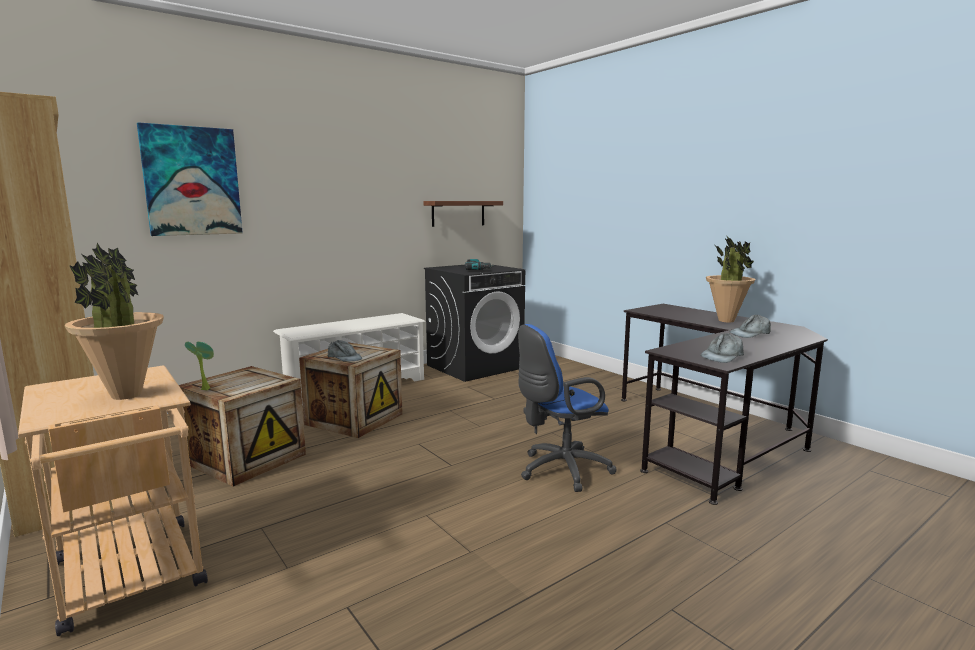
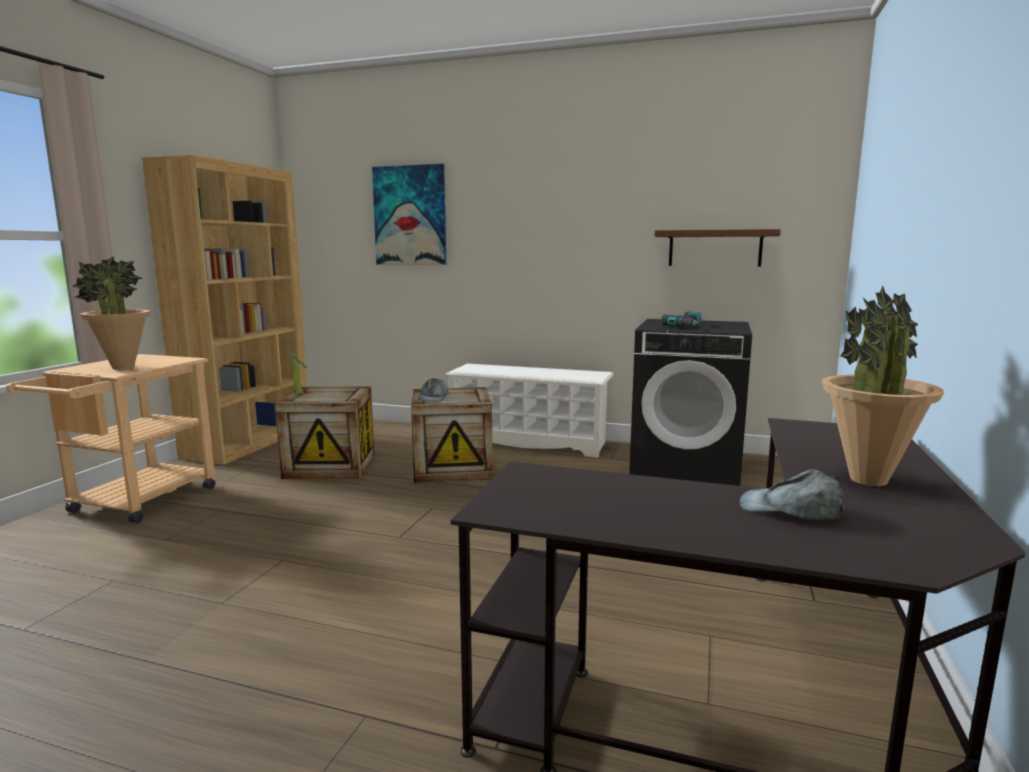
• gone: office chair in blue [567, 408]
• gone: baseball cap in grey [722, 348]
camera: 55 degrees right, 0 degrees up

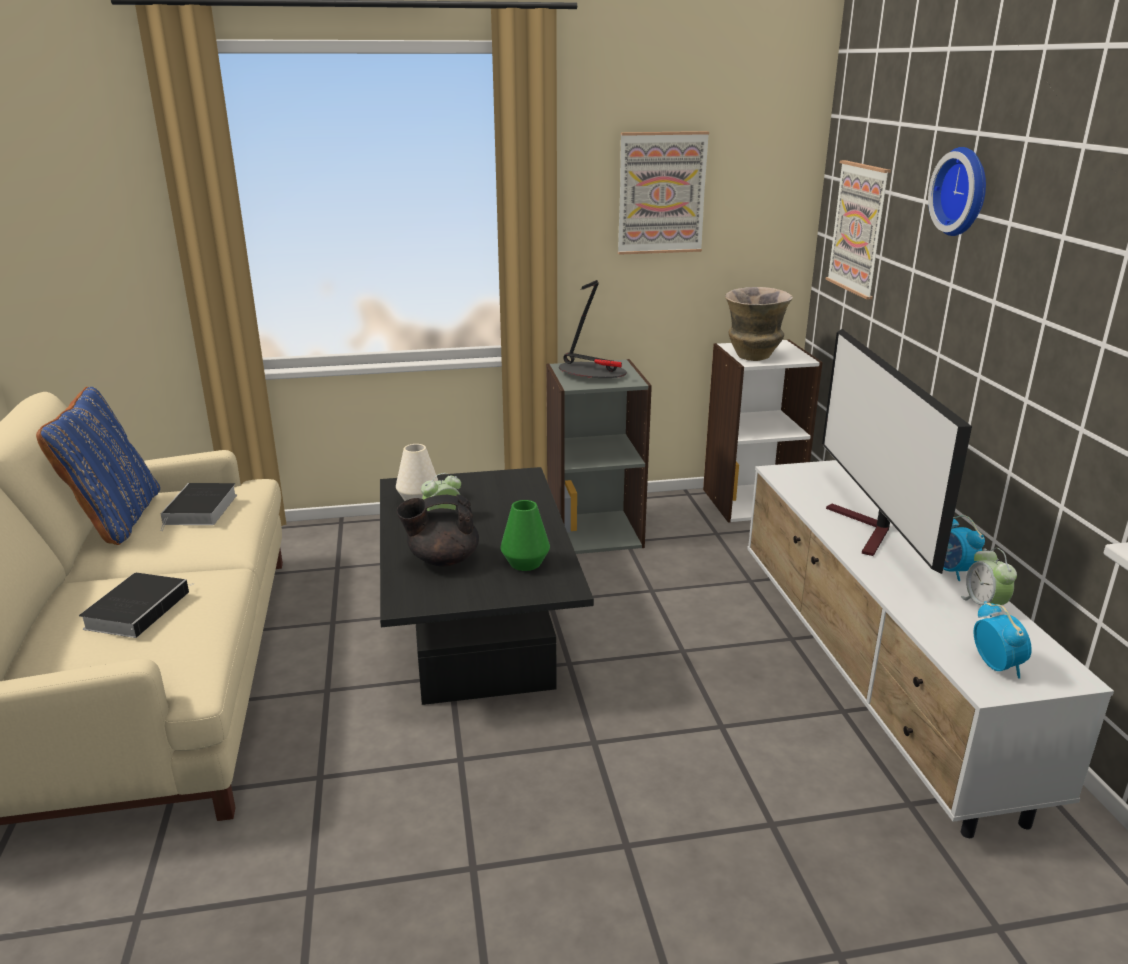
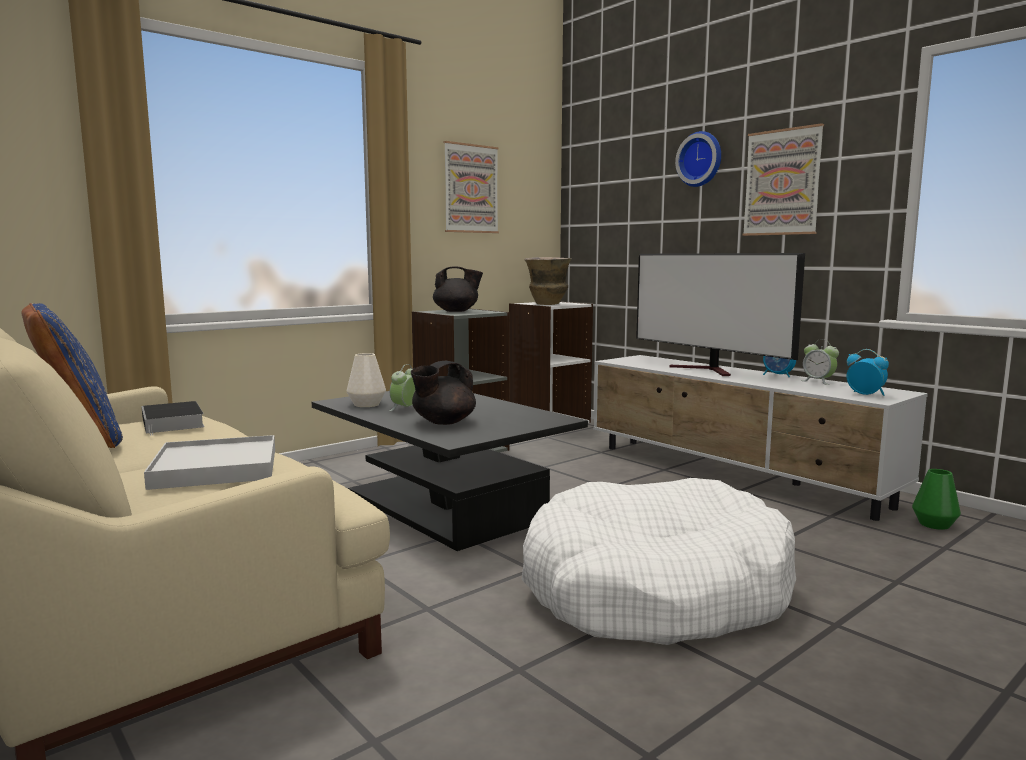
• swapped: volume [136, 605] to tray in whitish [209, 462]
• swapped: tabletop lamp [593, 329] to tea pot in blackish [458, 289]
• new: dog bed in whitish [659, 561]
• shifted: wall art [858, 230] to [783, 179]
• shifted: flower vase in greenish [525, 535] to [936, 499]
camera: 30 degrees left, 15 degrees down

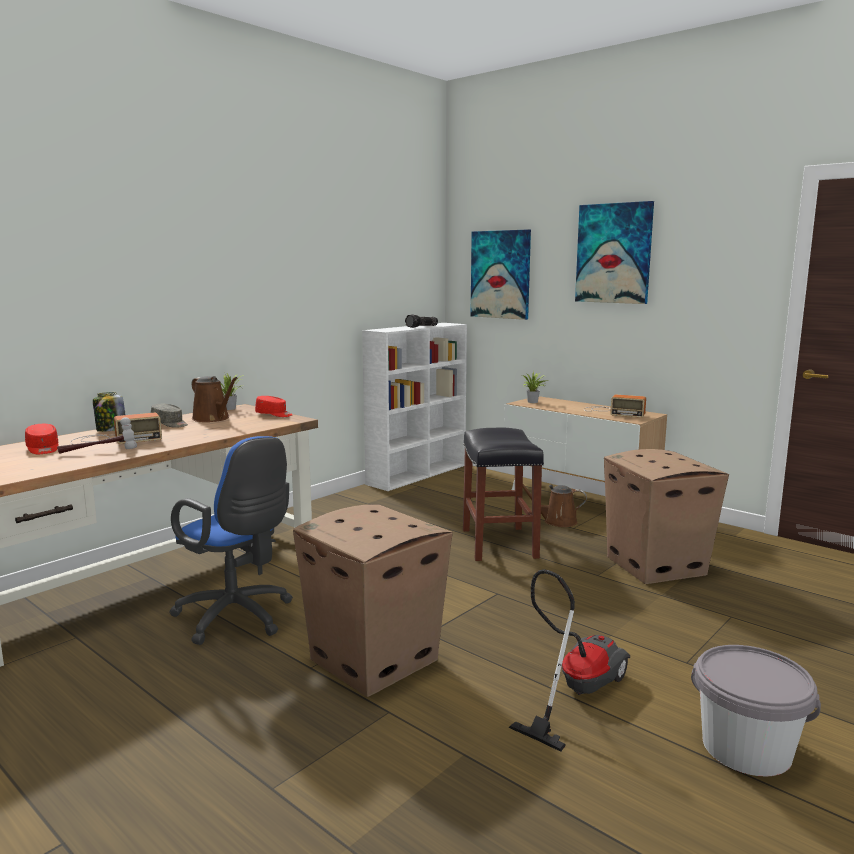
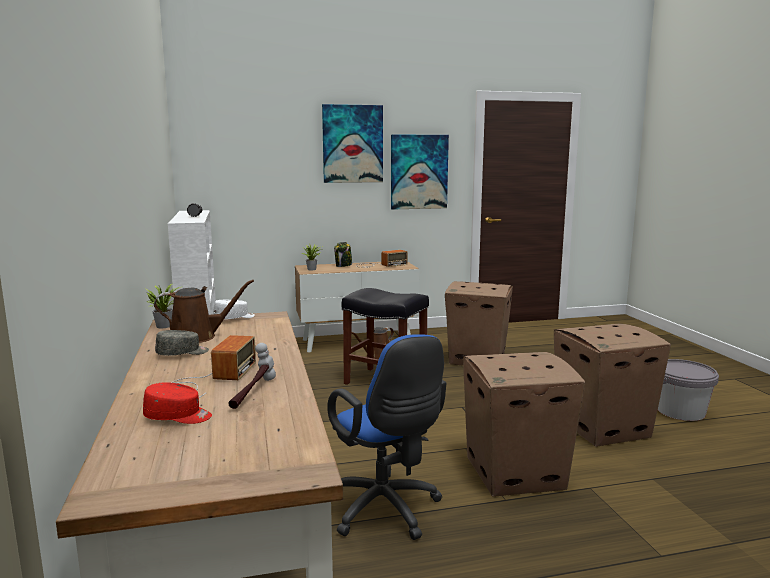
• repainted: baseball cap in red-coloured [274, 406] to baseball cap in whitish [234, 309]
• rotated: office chair in blue [231, 540] = [386, 437] 75 degrees clockwise
• shifted: storage jar [109, 412] to [343, 254]
• shifted: wall art [500, 274] to [420, 172]
• swapped: vacuum [569, 661] to packing box [612, 385]
camera: 55 degrees left, 0 degrees up

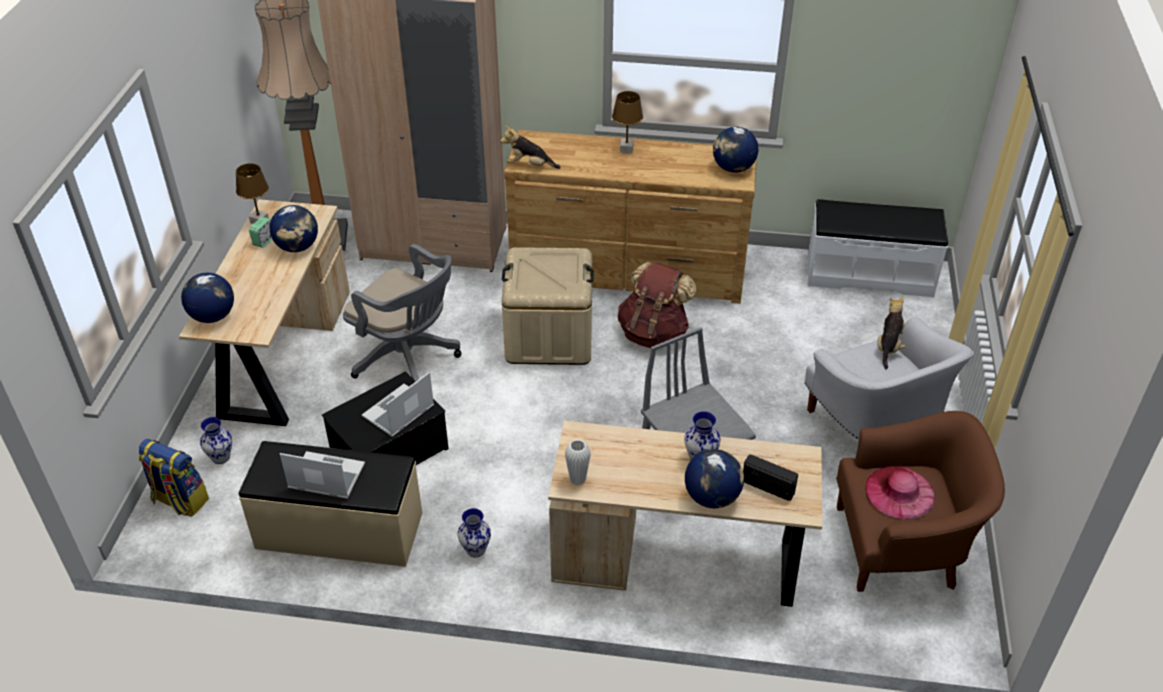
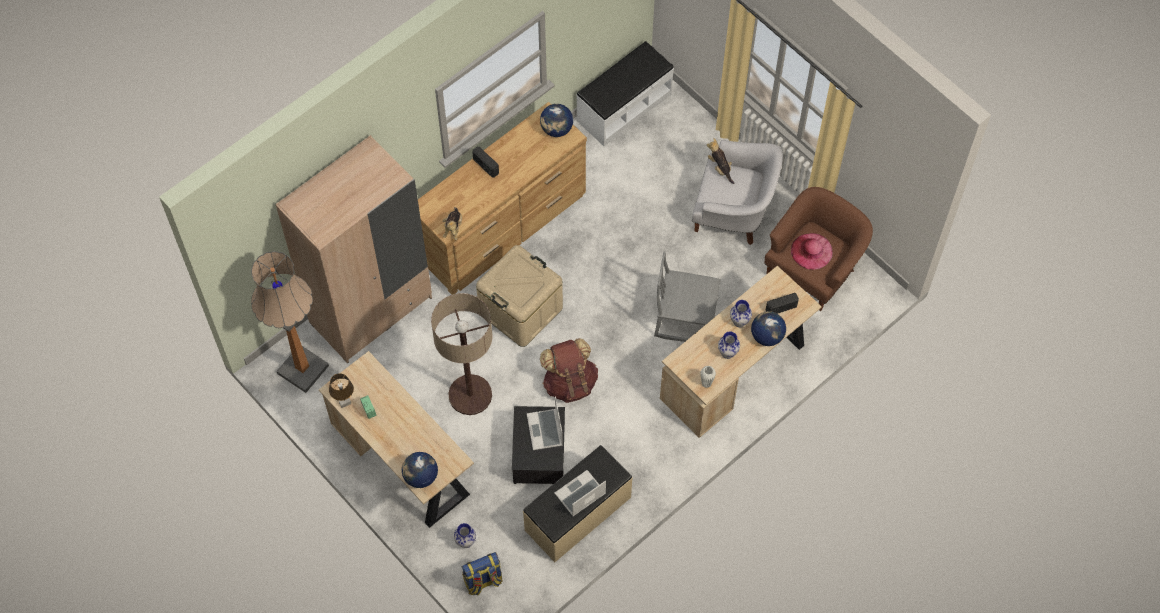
• swapped: office chair in grey [402, 312] to standard lamp [461, 354]
• rotated: plush toy [530, 147] = [452, 223] 45 degrees counterclockwise
• swapped: tabletop lamp in brownish [627, 122] to radio [485, 162]
• shifted: rucksack in brownish [657, 305] to [569, 370]
• shifted: flower vase [474, 532] to [729, 345]
• gone: world globe [294, 228]
camera: 50 degrees left, 20 degrees up

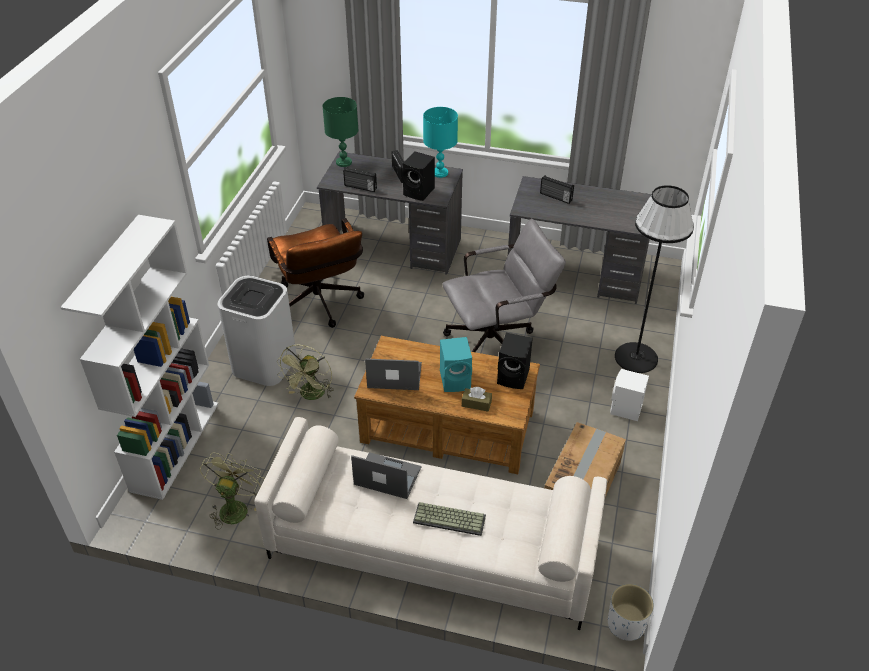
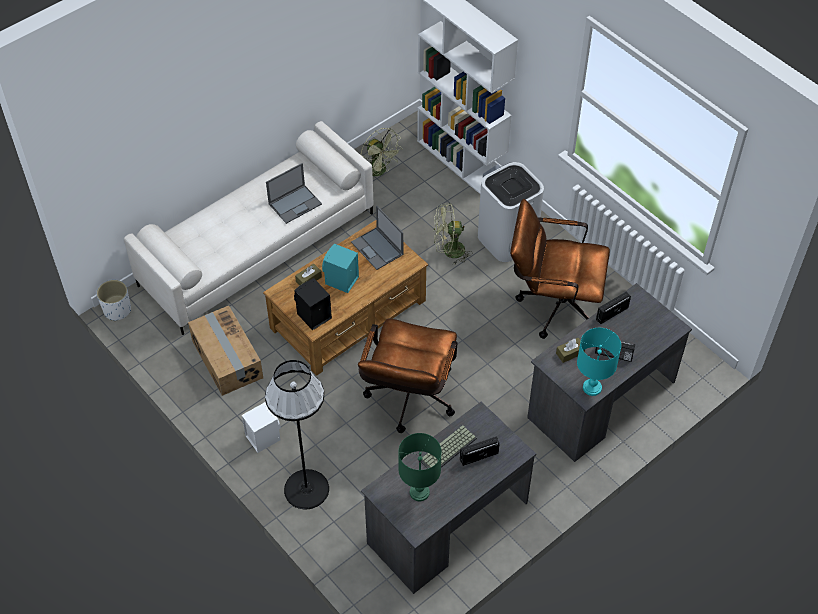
• rotated: portable computer [393, 374] = [377, 238] 105 degrees clockwise
• repainted: office chair in grey [504, 285] to office chair in brownish [407, 376]
• shifted: tabletop lamp in greenish [340, 132] to [419, 467]
• shifted: PC keyboard [449, 519] to [449, 446]
• rotated: electric fan in greenish [305, 372] = [452, 234] 60 degrees counterclockwise
• swapped: loudspeaker in blackish [418, 176] to box of tissues in brownish [570, 350]
camera: 125 degrees right, 10 degrees up

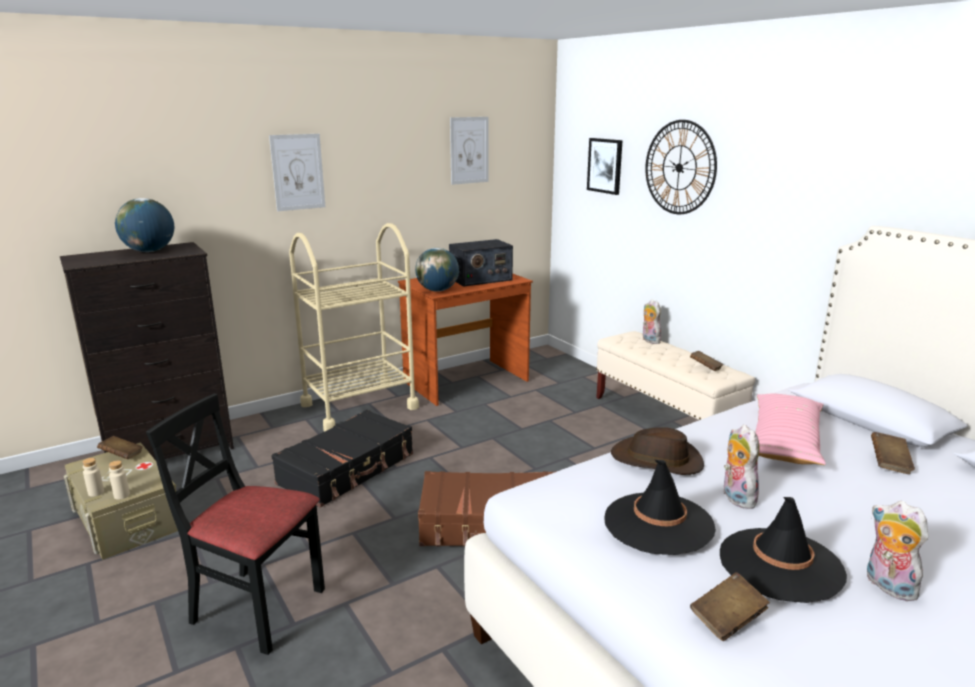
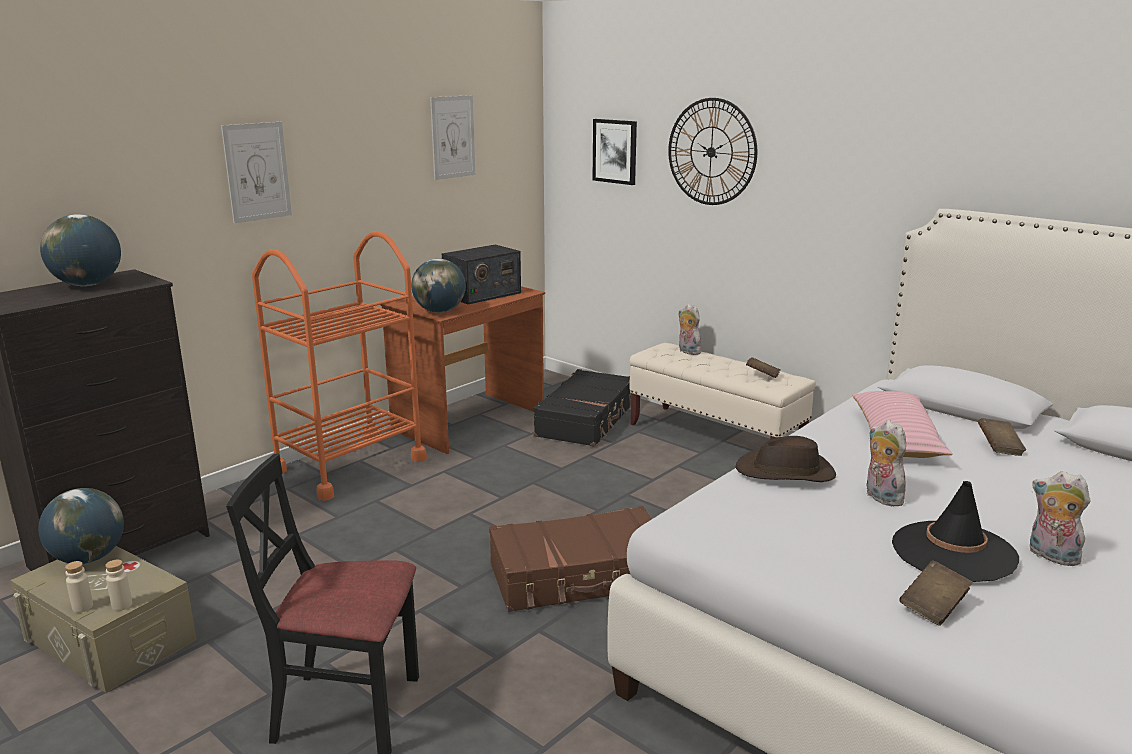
• swapped: volume in brownish [120, 447] to world globe [81, 526]
• repainted: cart in beige-coloured [354, 327] to cart in orangey [339, 366]
• shifted: piece of luggage in blackish [342, 458] to [582, 408]
• gone: wearable hat in blackish [660, 507]
camera: 15 degrees left, 0 degrees up

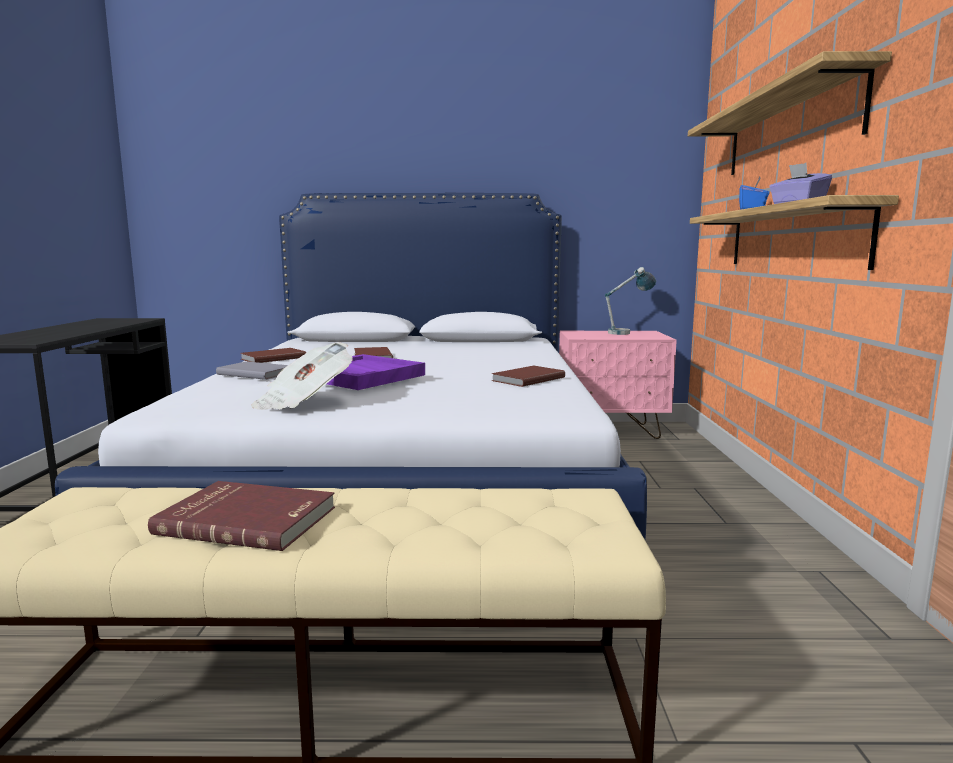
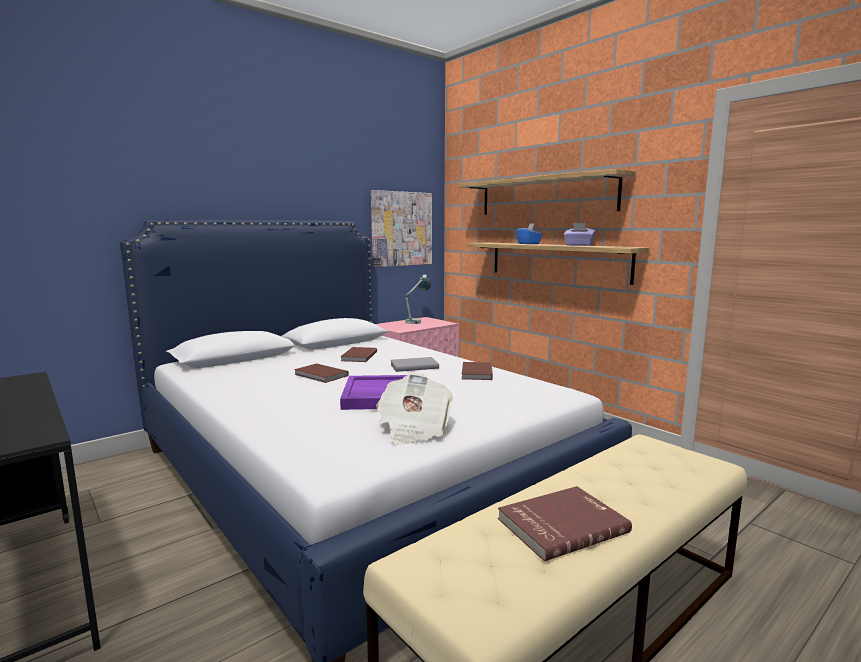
• shifted: volume in brownish [273, 355] to [358, 354]
• new: wall art [401, 228]
• shifted: volume in grey [252, 370] to [414, 364]
camera: 40 degrees left, 0 degrees up

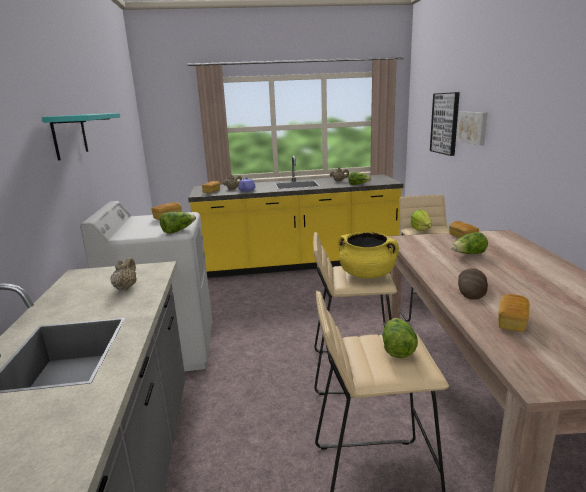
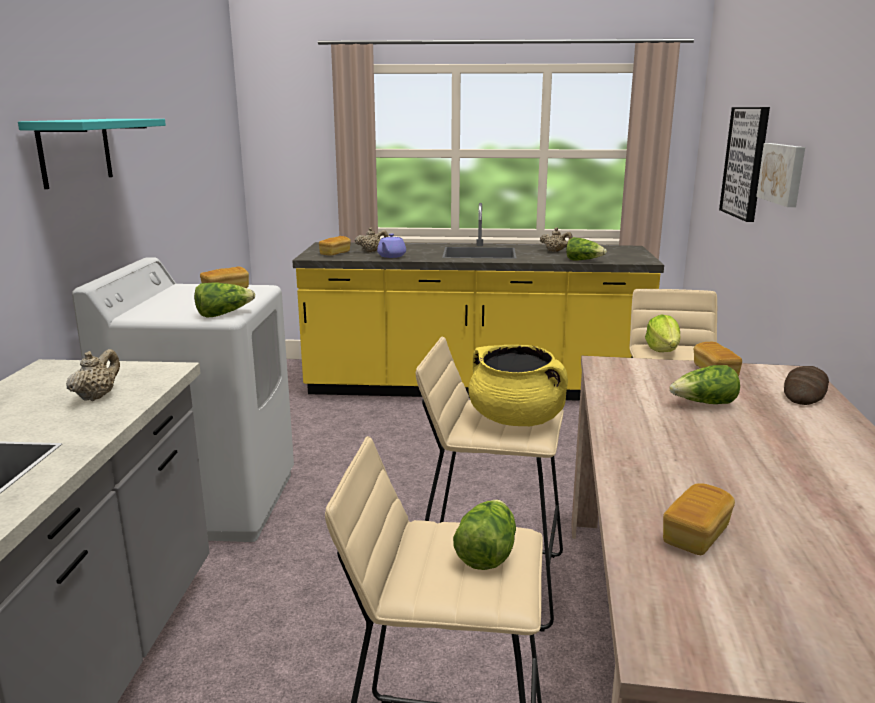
• shifted: bakery bread [473, 284] to [806, 385]
camera: 10 degrees right, 0 degrees up

